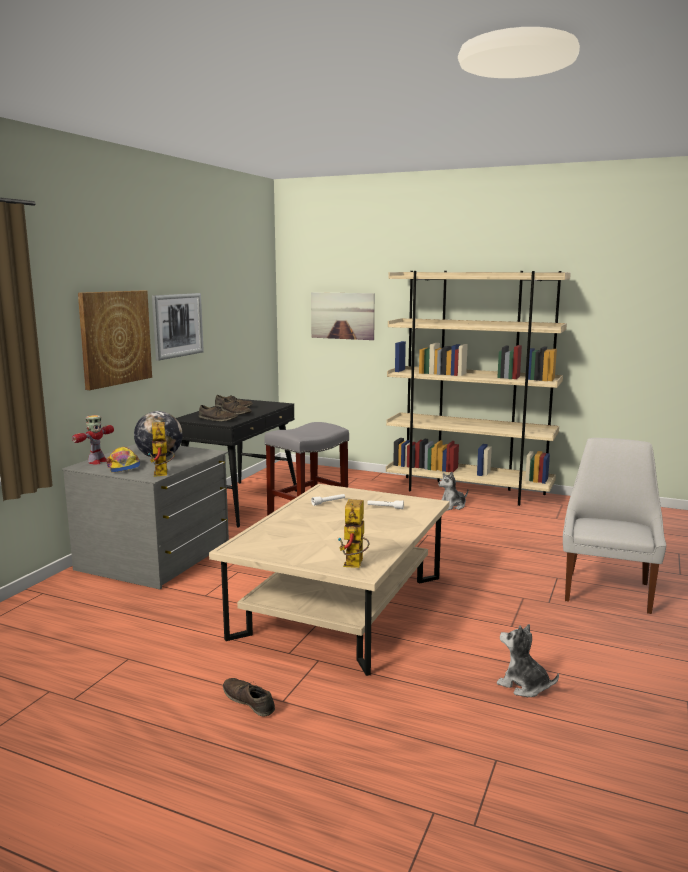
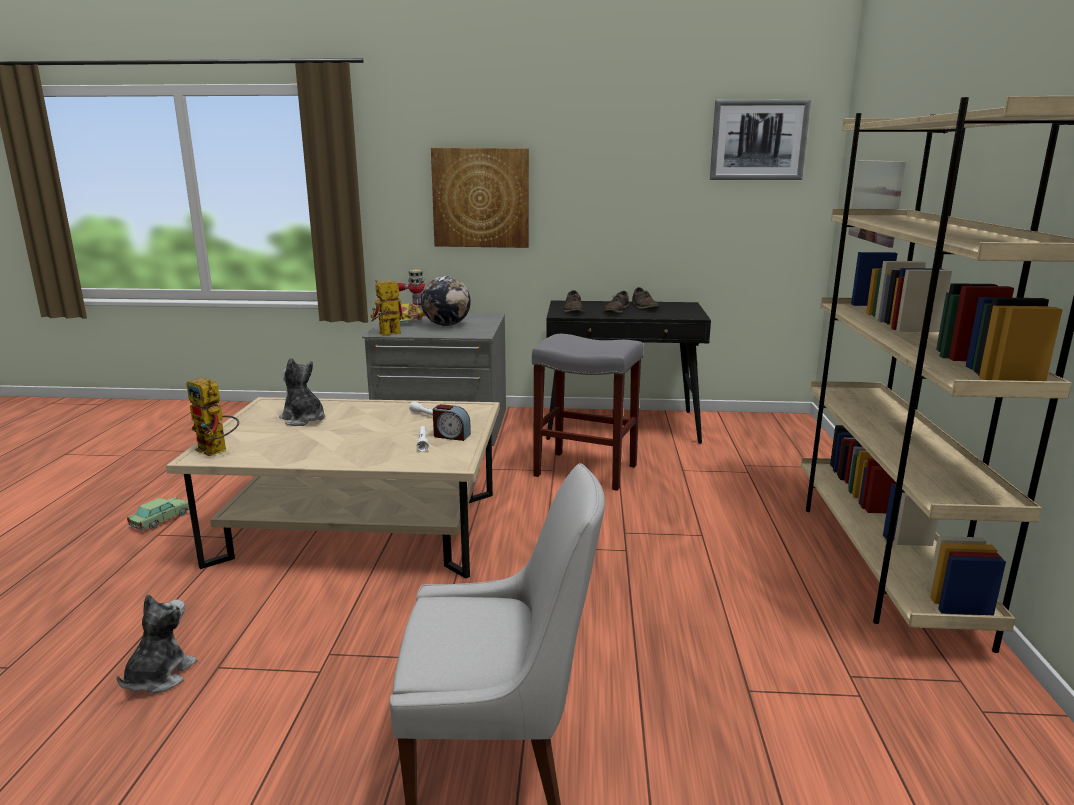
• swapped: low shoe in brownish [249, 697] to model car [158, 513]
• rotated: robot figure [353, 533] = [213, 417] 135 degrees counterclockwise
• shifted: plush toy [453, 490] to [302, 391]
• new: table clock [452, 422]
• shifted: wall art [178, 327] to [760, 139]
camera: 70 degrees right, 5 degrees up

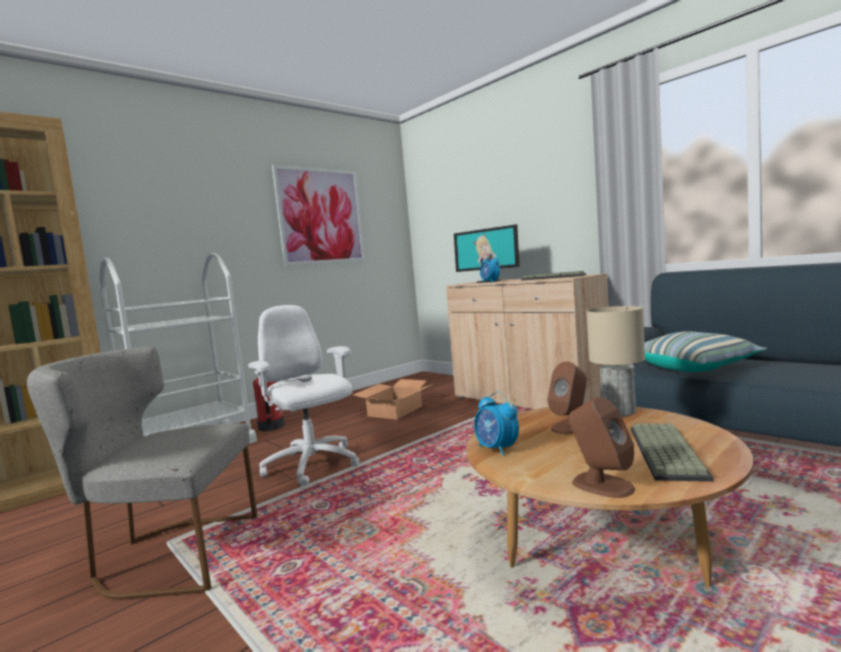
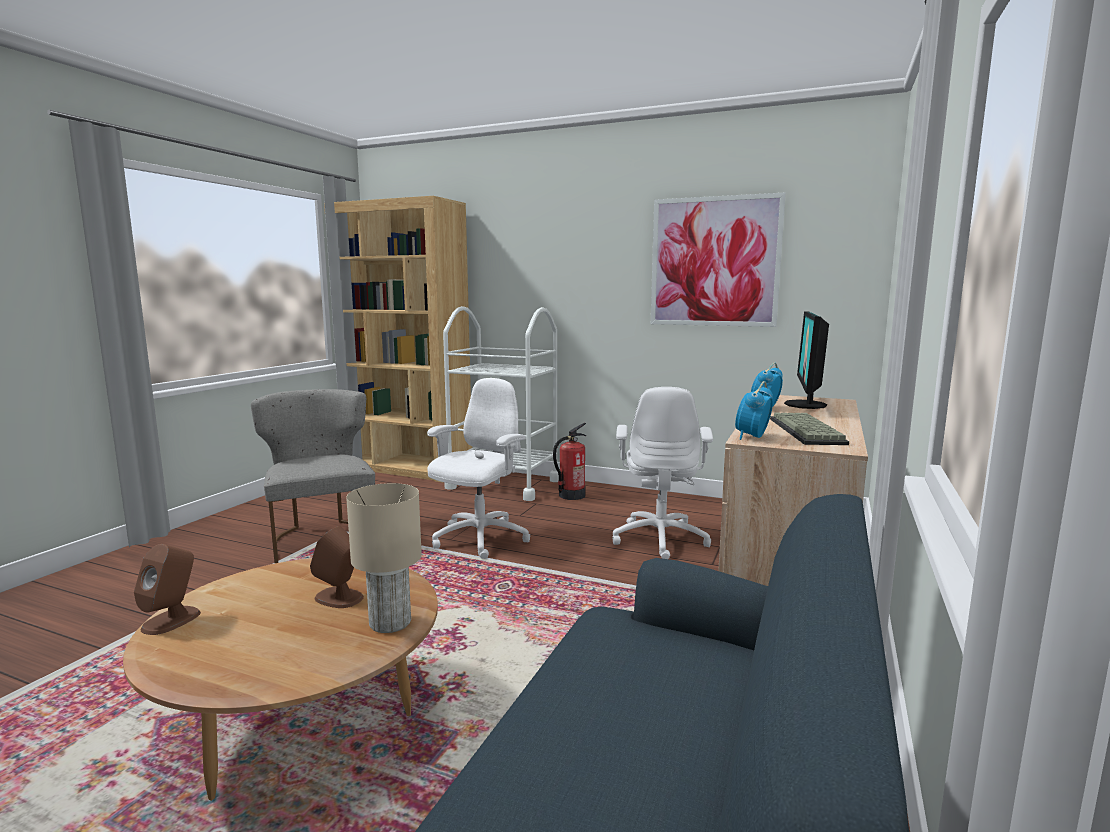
• swapped: packing box [393, 399] to office chair in whitish [662, 473]
• shifted: table clock [496, 423] to [754, 410]
• gone: PC keyboard [672, 452]
• gone: throw pillow [705, 351]
camera: 65 degrees right, 5 degrees up

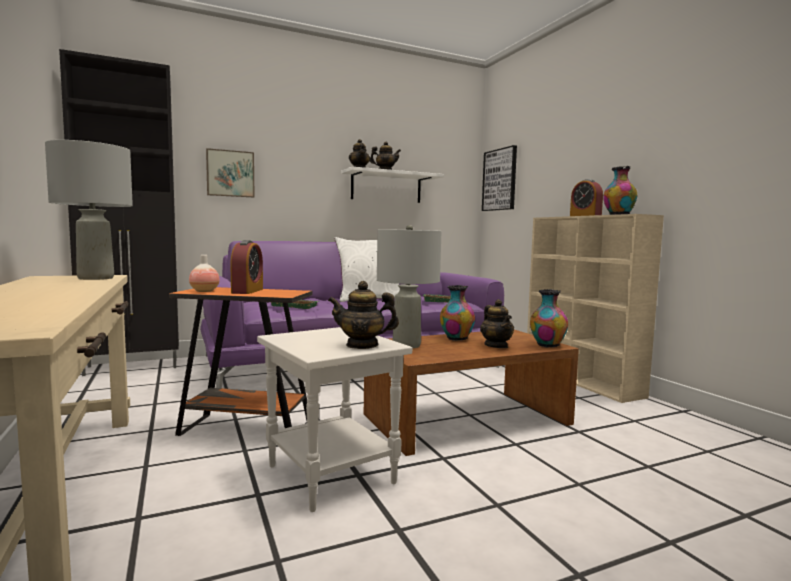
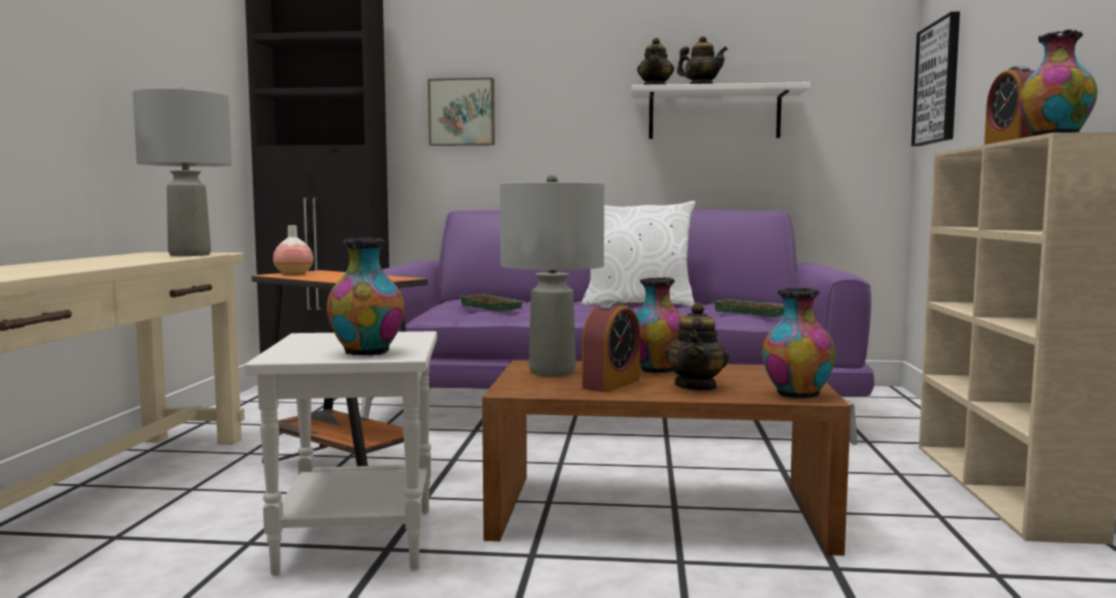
• swapped: tea pot [363, 315] to flower vase [365, 296]
• shifted: table clock [246, 267] to [611, 346]
camera: 30 degrees right, 0 degrees up

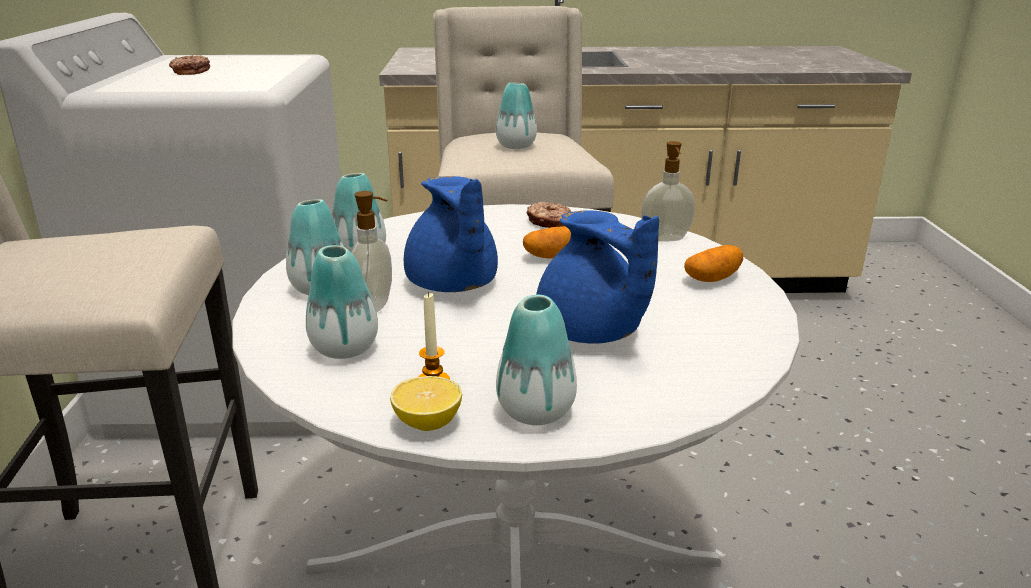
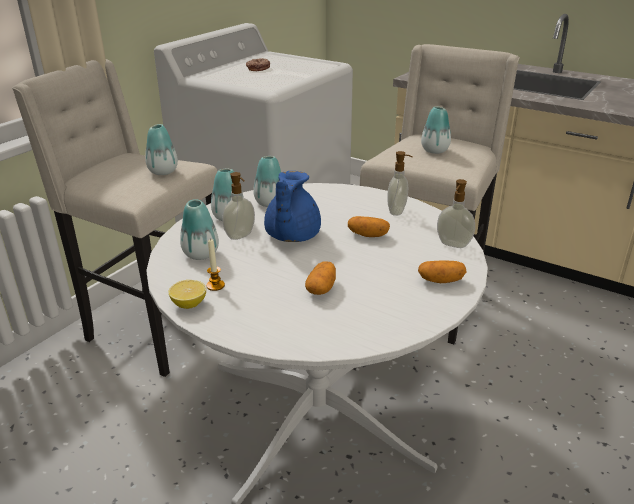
• shifted: flower vase [536, 360] to [161, 149]
• swapped: tea pot in blue [597, 277] to potato [320, 278]
• swapped: donut [549, 215] to soap dispenser [400, 183]
camera: 35 degrees right, 5 degrees up

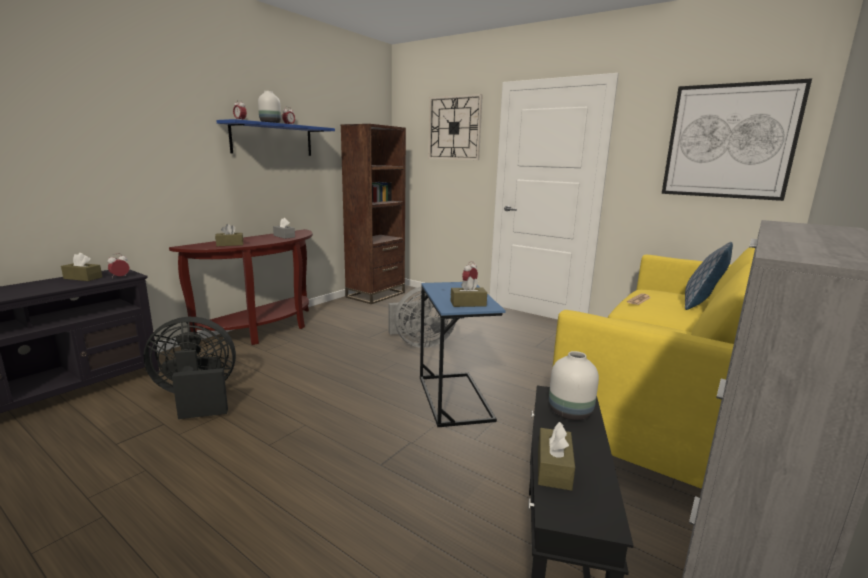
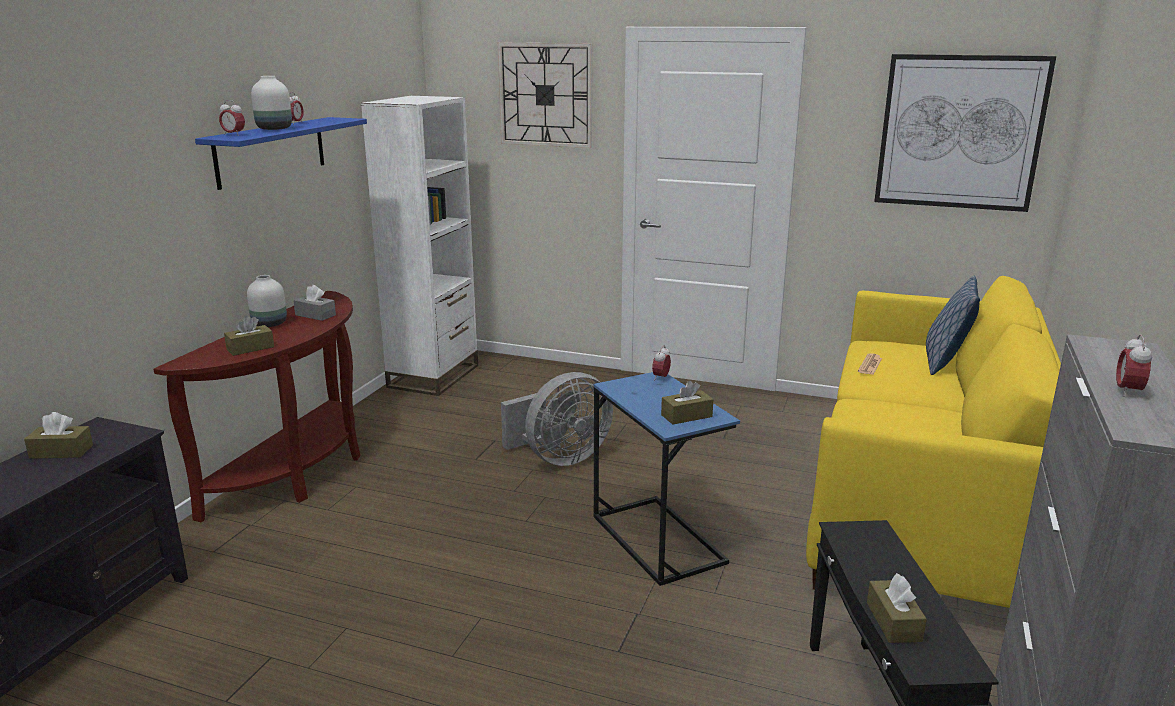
• shifted: flower vase in whitish [574, 385] to [267, 301]
• repainted: bookcase in brownish [373, 214] to bookcase in whitish [419, 246]
• shifted: table clock [118, 265] to [1134, 365]
• gone: electric fan in blackish [189, 368]
camera: 15 degrees left, 5 degrees up

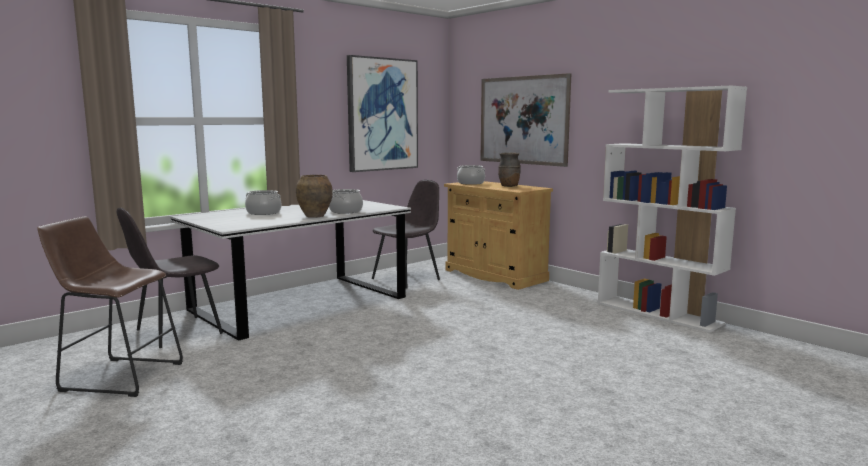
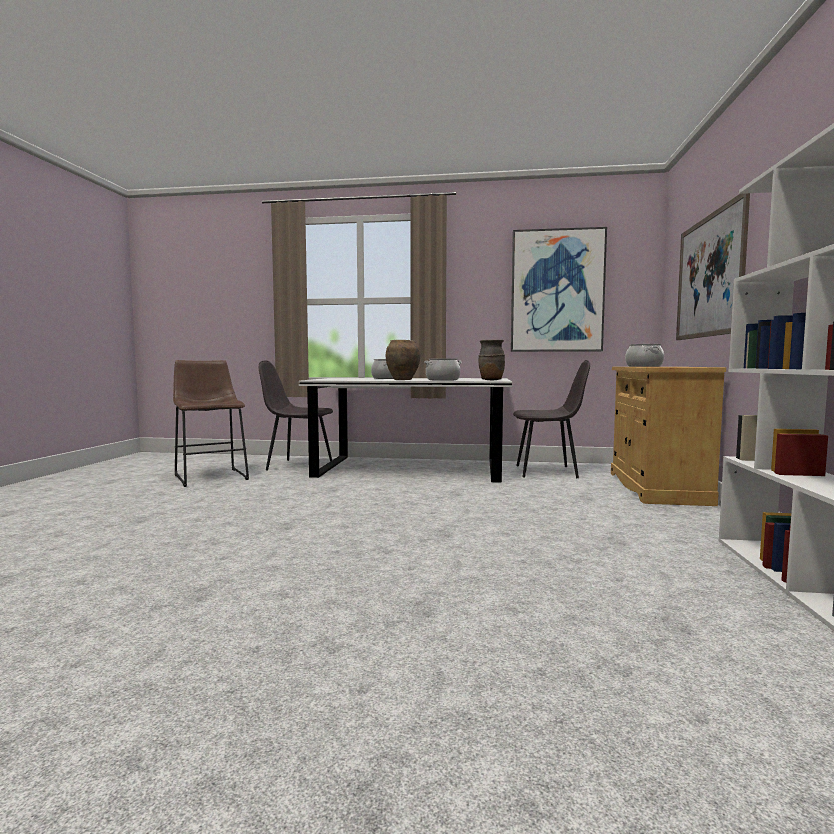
• shifted: flower vase in brownish [509, 169] to [491, 360]
camera: 50 degrees right, 5 degrees down

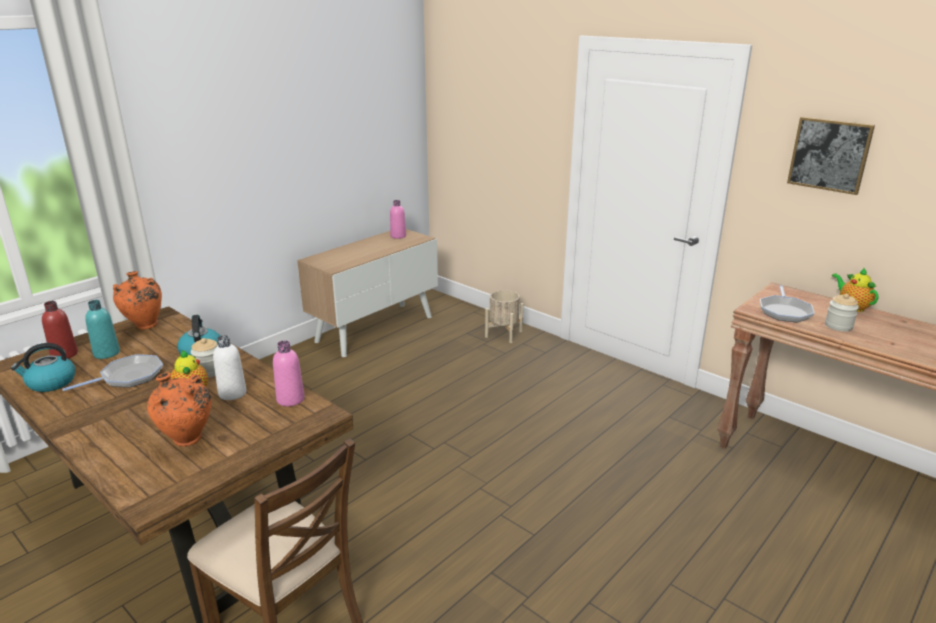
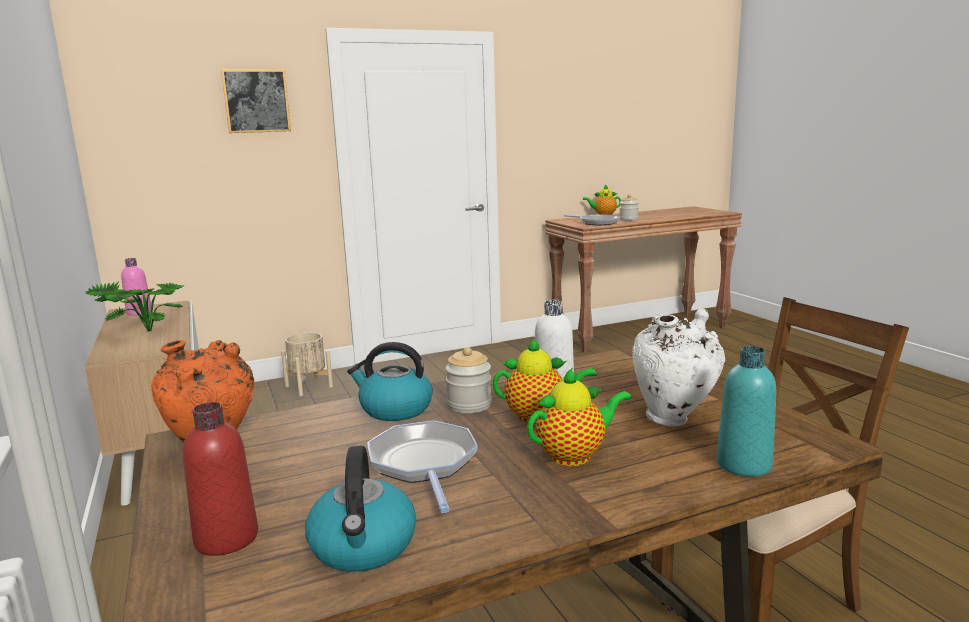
• new: potted plant [135, 306]
• shifted: wall art [831, 156] to [256, 101]
• new: tea pot [579, 416]
• repainted: flower vase in orangey [179, 409] to flower vase in whitish [678, 367]
• shifted: drink bottle in blue-green [102, 329] to [746, 411]
• gone: drink bottle in pinkish [289, 373]
camera: 65 degrees left, 10 degrees down

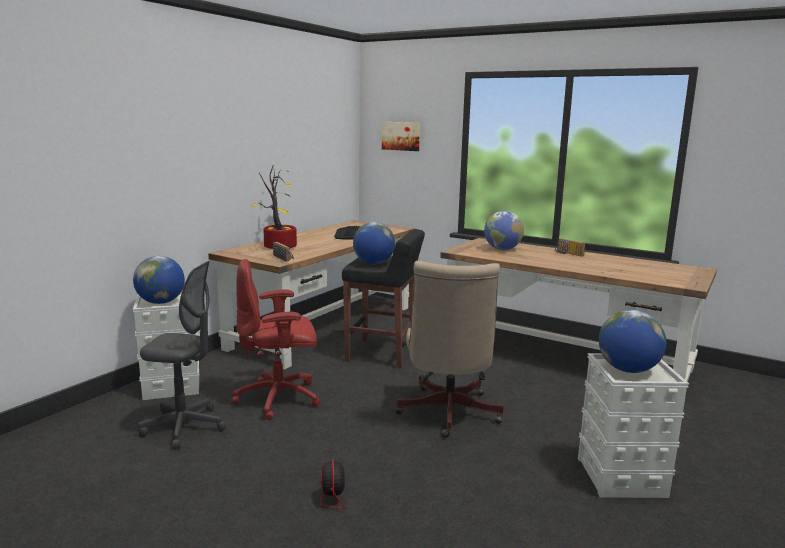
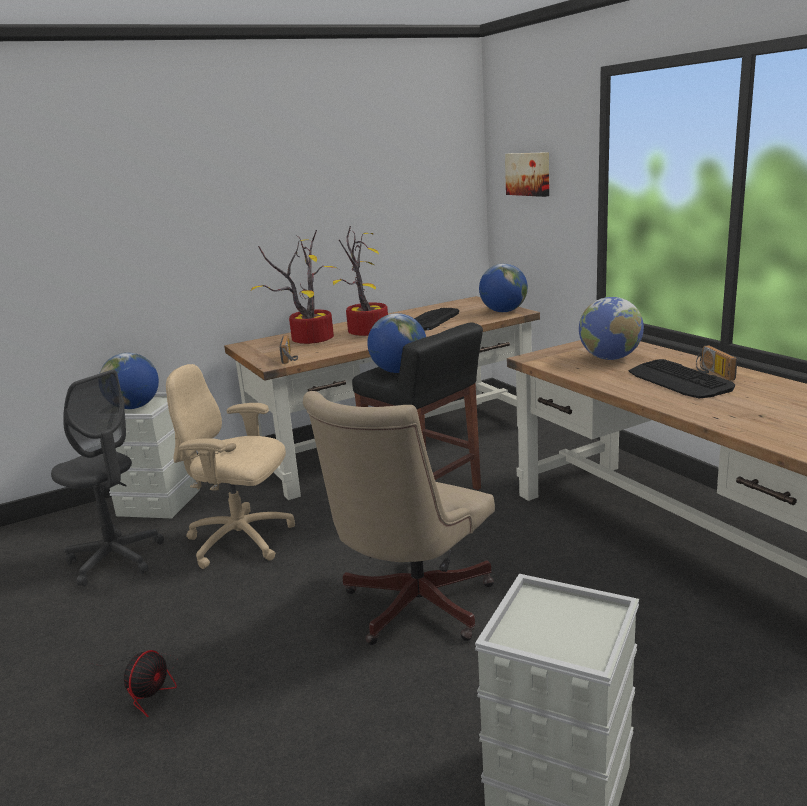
• repainted: office chair in red-coloured [276, 339] to office chair in beige-coloured [230, 466]
• new: potted plant [360, 281]
• shifted: world globe [632, 341] to [503, 288]
• new: PC keyboard [682, 379]
camera: 30 degrees right, 5 degrees up

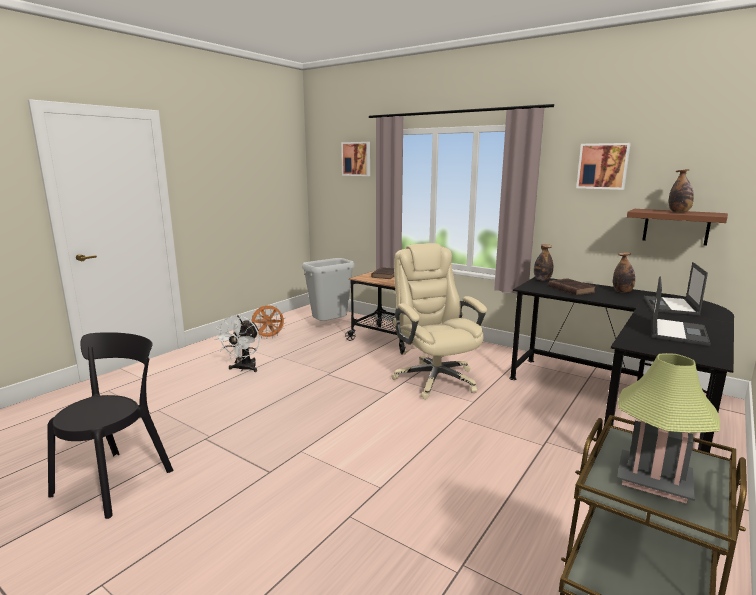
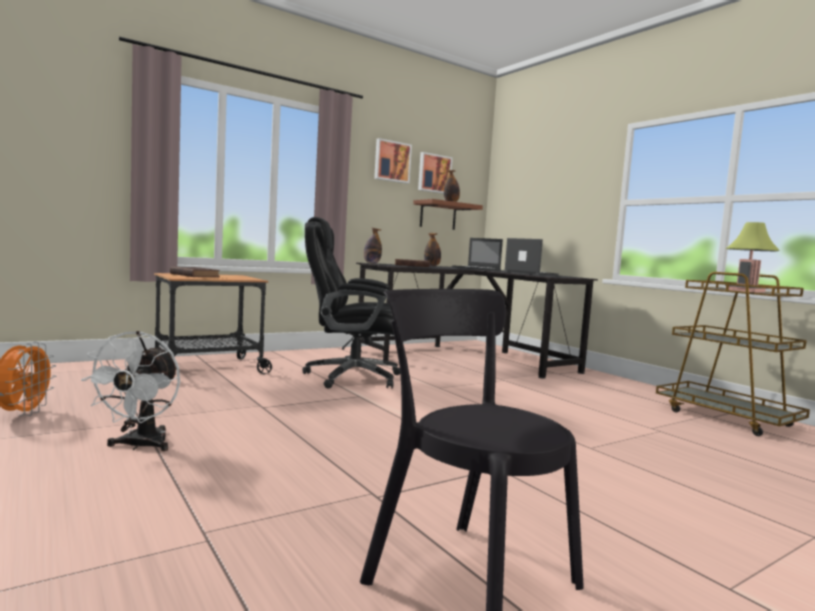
• rotated: electric fan in whitish [237, 343] = [130, 391] 60 degrees clockwise
• repainted: office chair in beige-coloured [439, 321] to office chair in blackish [351, 303]
• shifted: wall art [355, 159] to [435, 173]
• gone: rubbish bin in grey [328, 289]
camera: 70 degrees left, 10 degrees down

